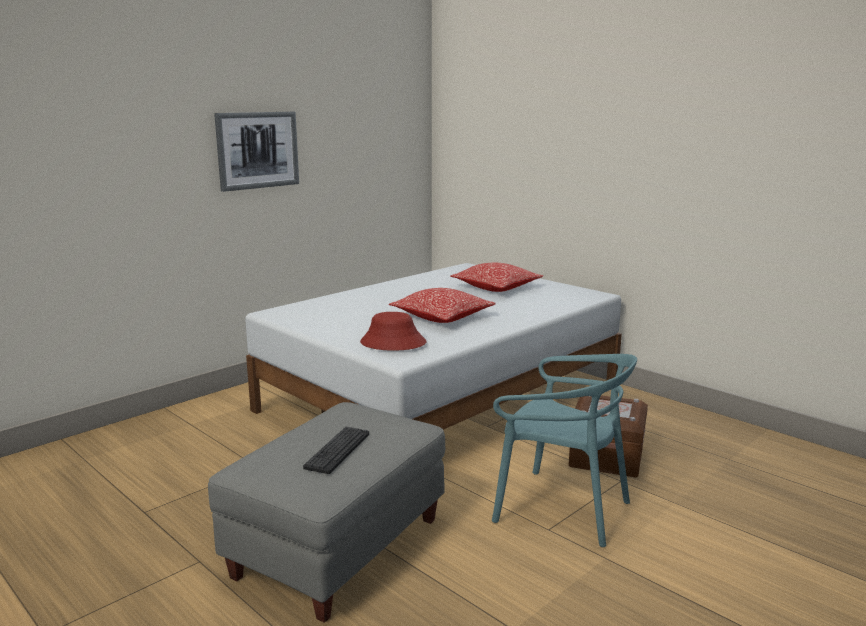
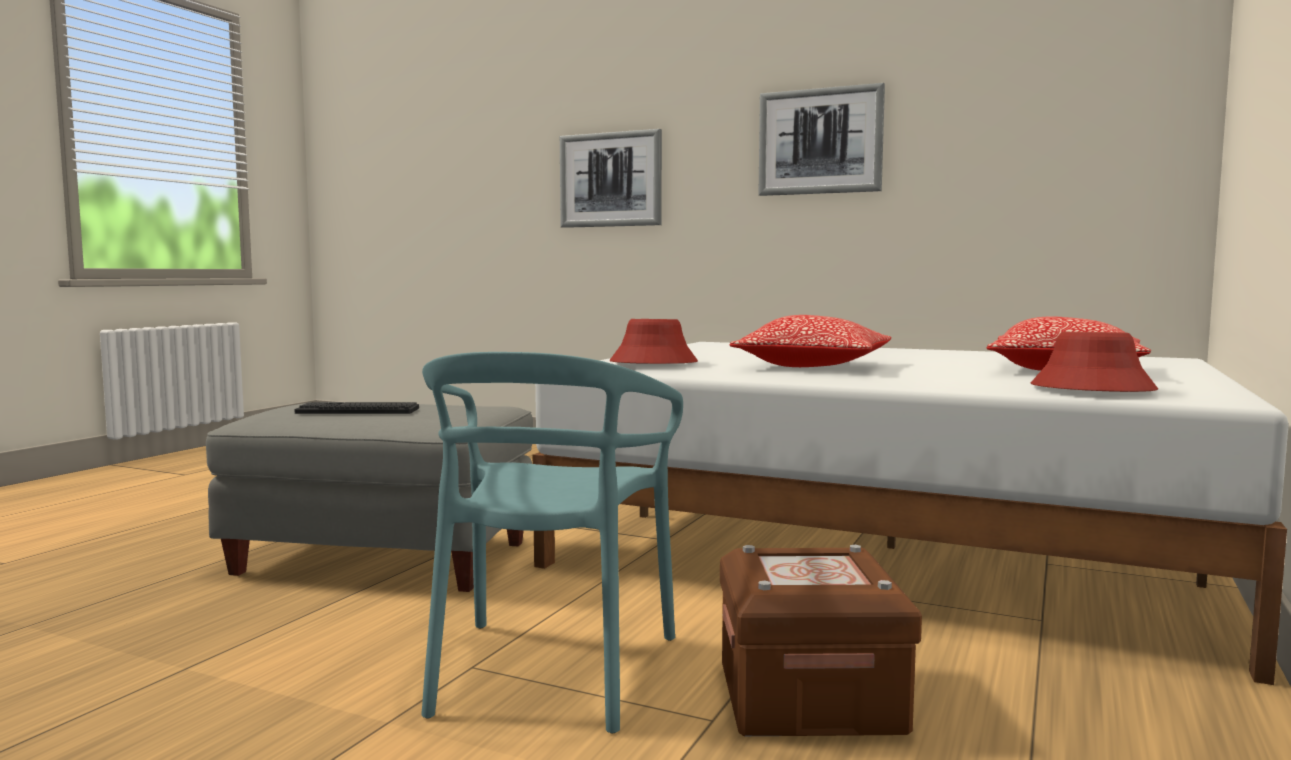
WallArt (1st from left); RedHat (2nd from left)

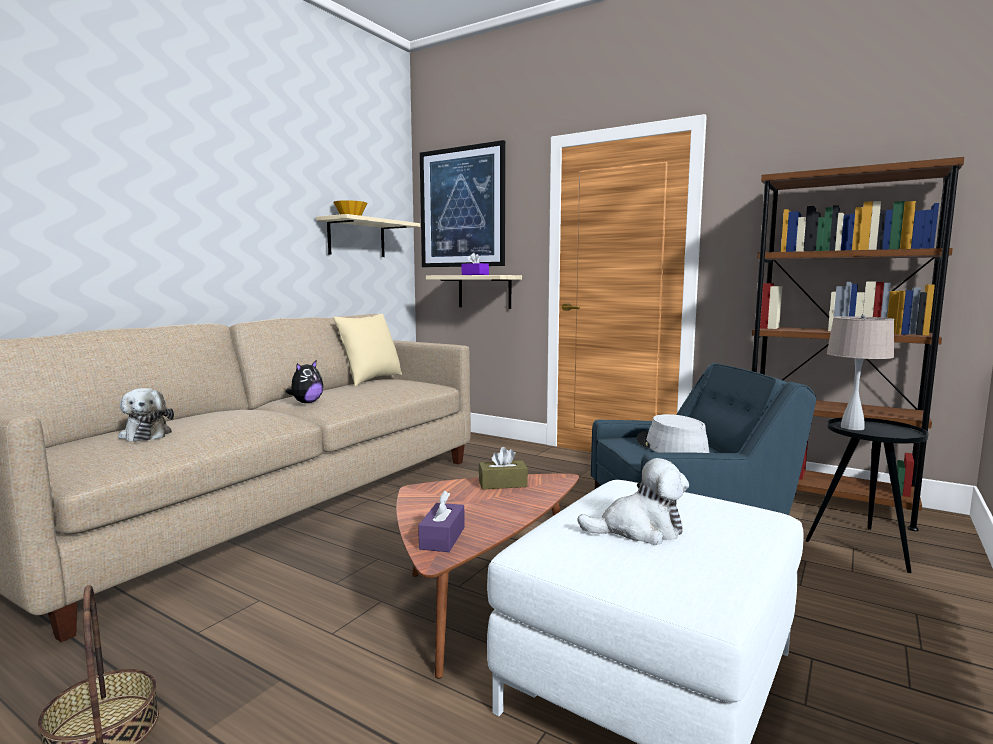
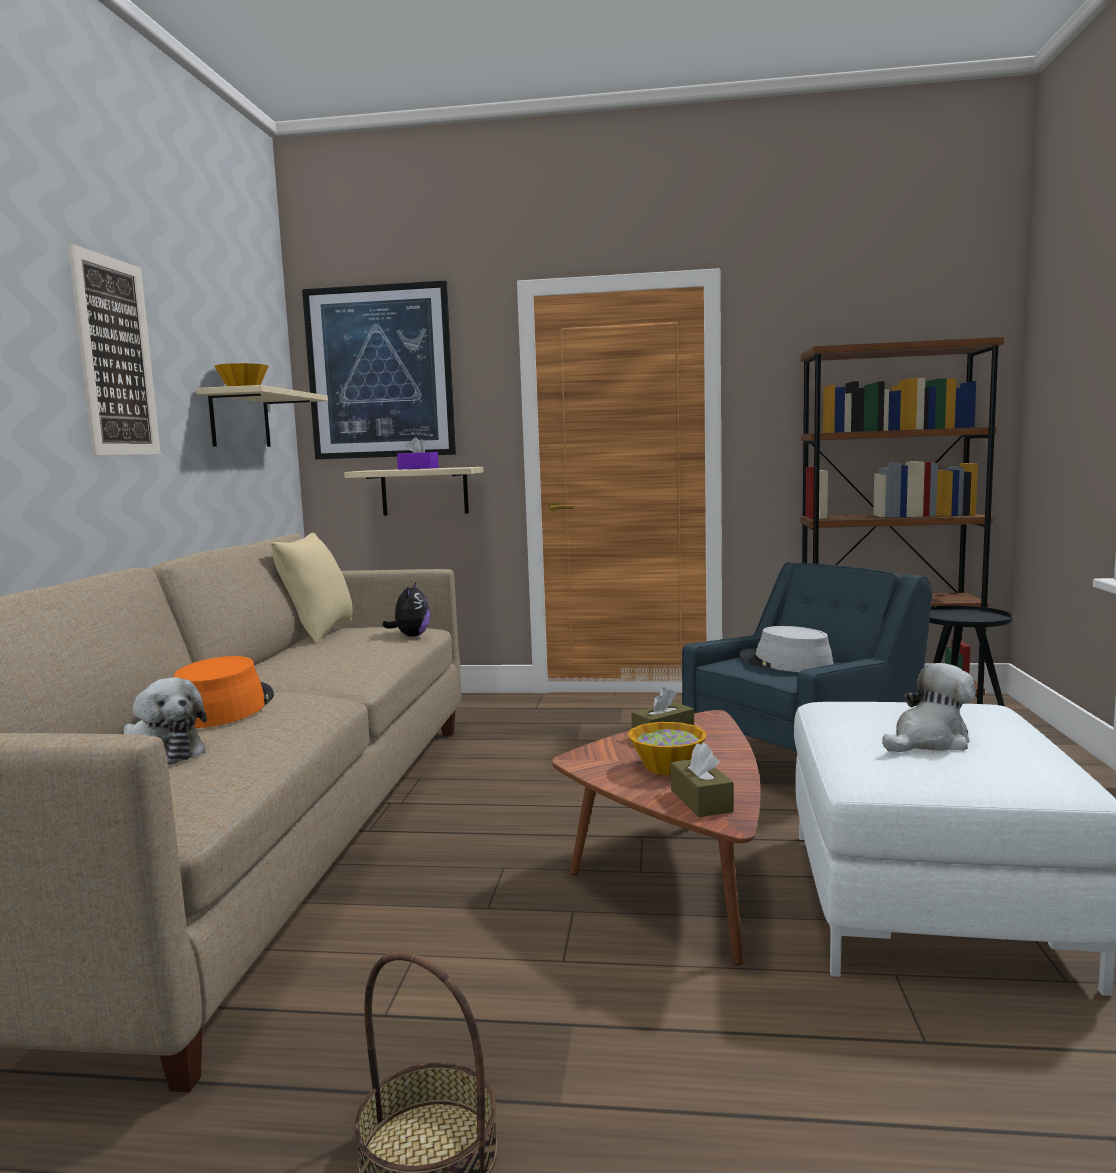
CuddlyToy (2nd from left); BrownColouredTissueHolder (2nd from left); BeigeTableLamp; WallArt (1st from left); OrangeHat; Bowl (2nd from left)

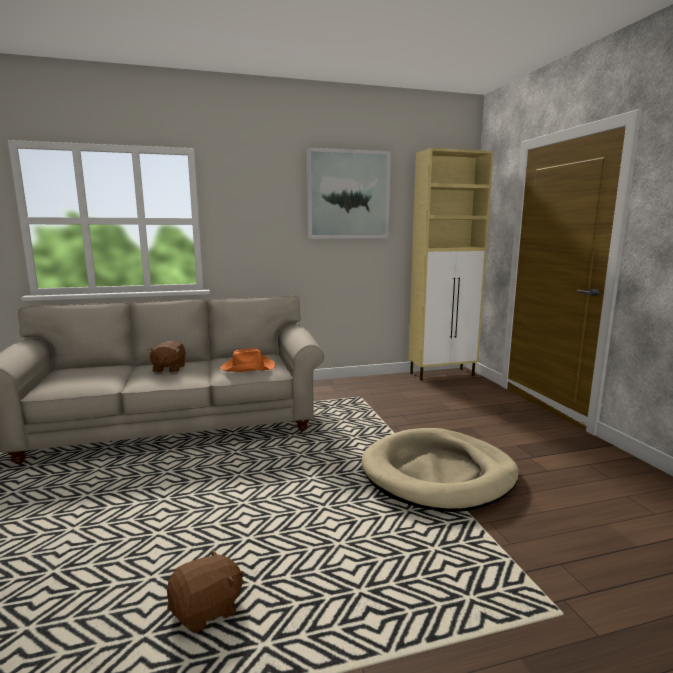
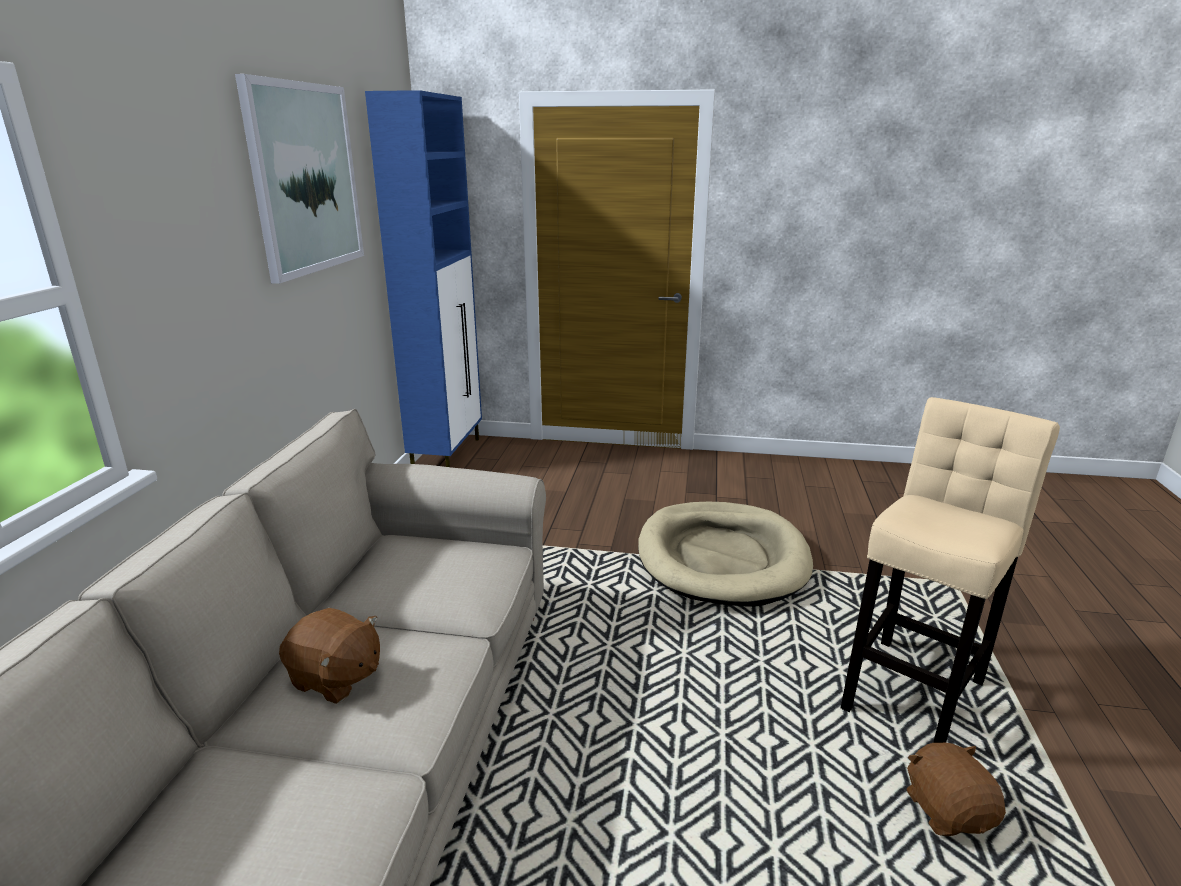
OrangeHat; BluishCupboard; BeigeStoolSeat

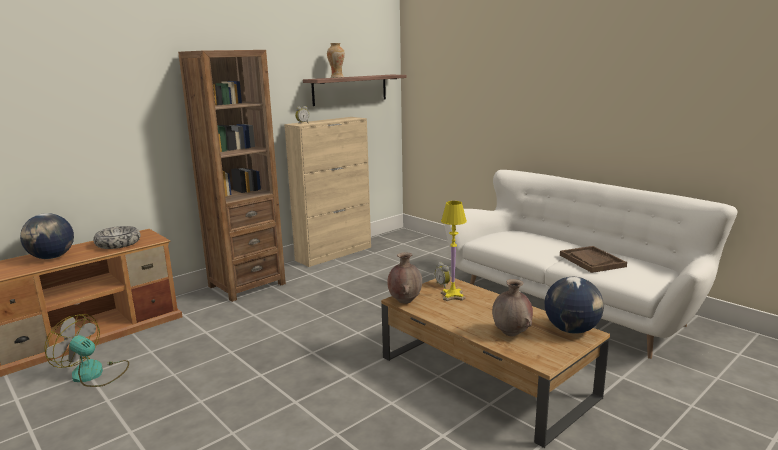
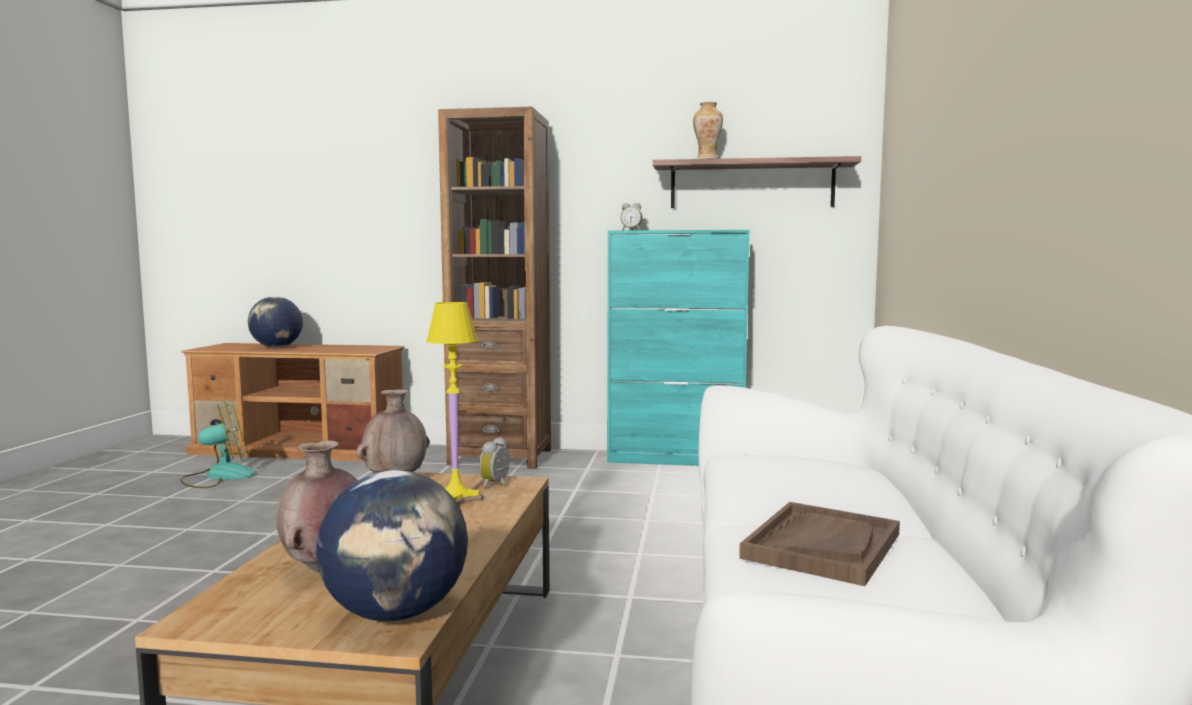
Fan; Bowl; TurquoiseColouredCupboard

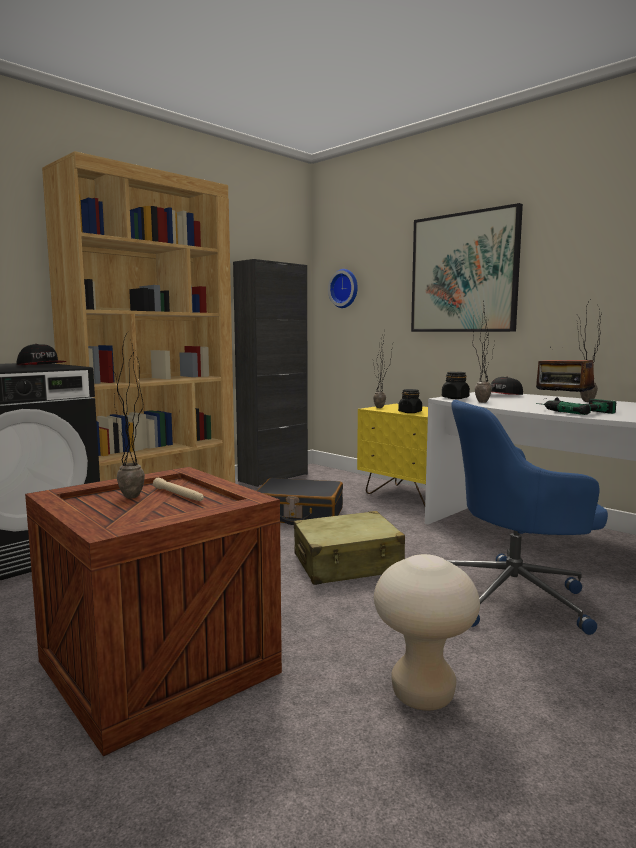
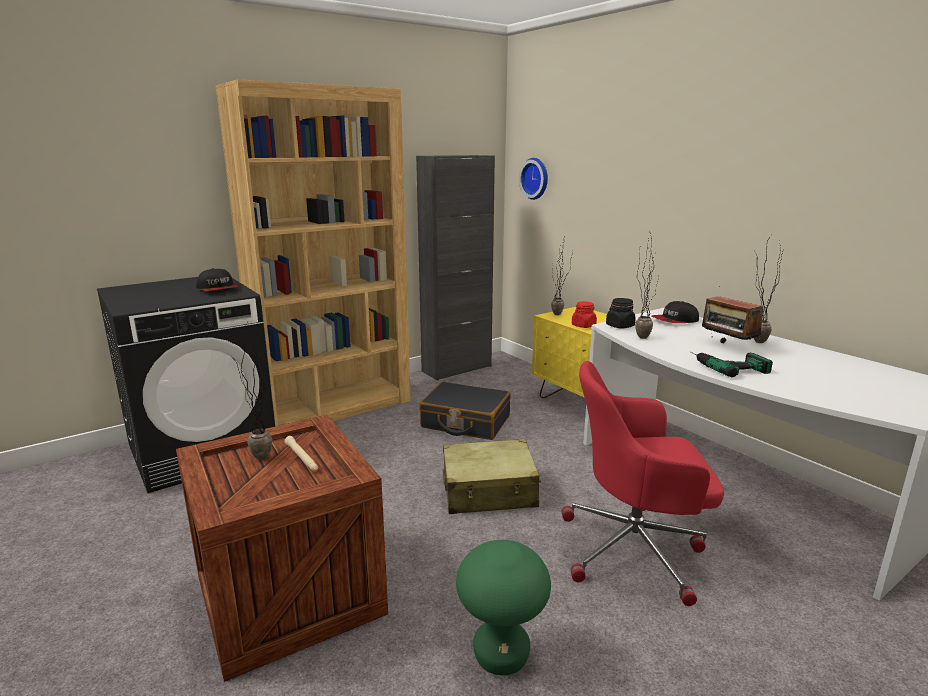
GreenishStoolSeat; RedJar; WallArt; RedComputerChair

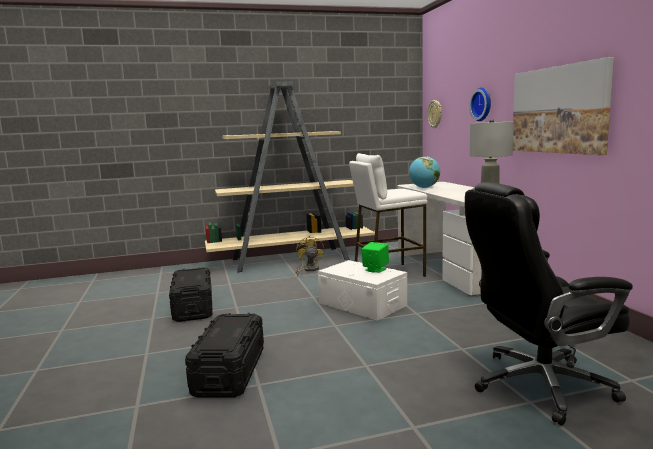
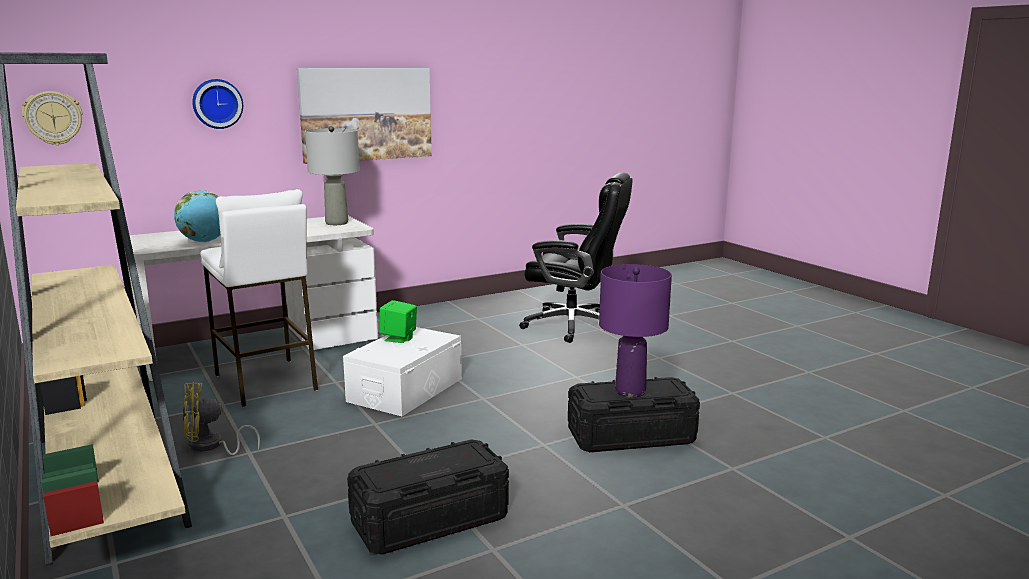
BlackColouredComputerChair; PurpleTableLamp

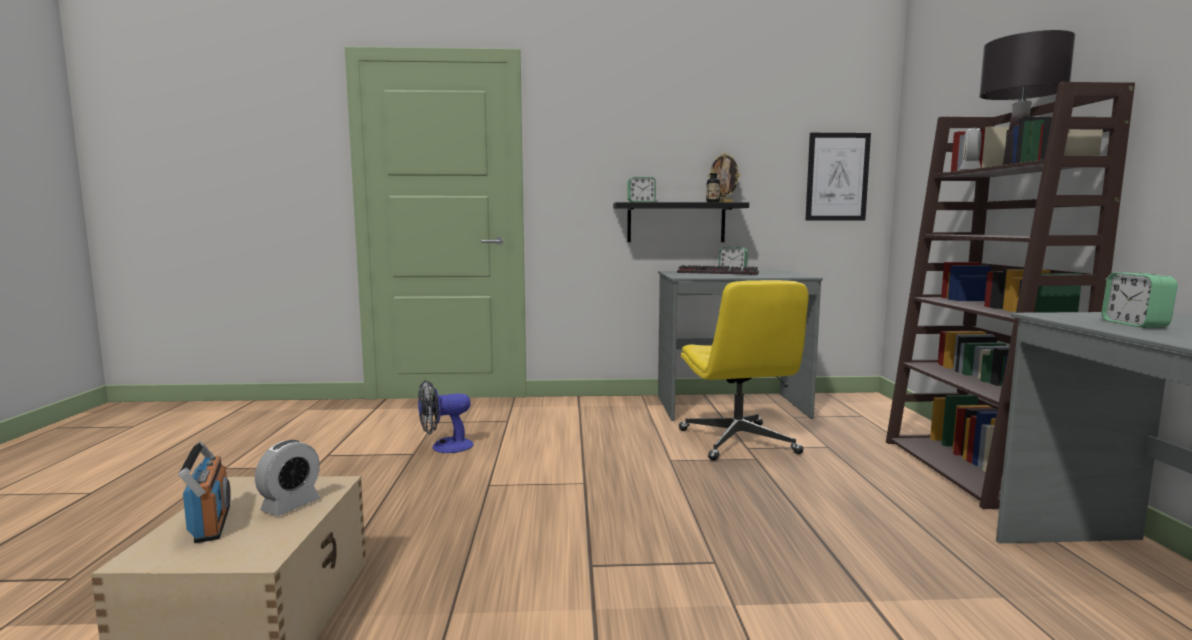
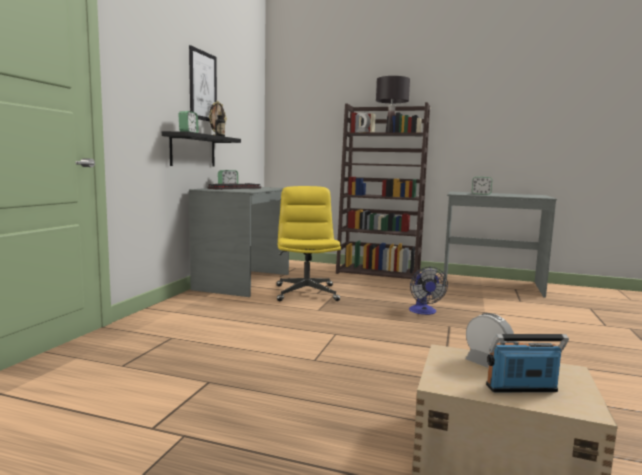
Fan; YellowComputerChair; WallArt

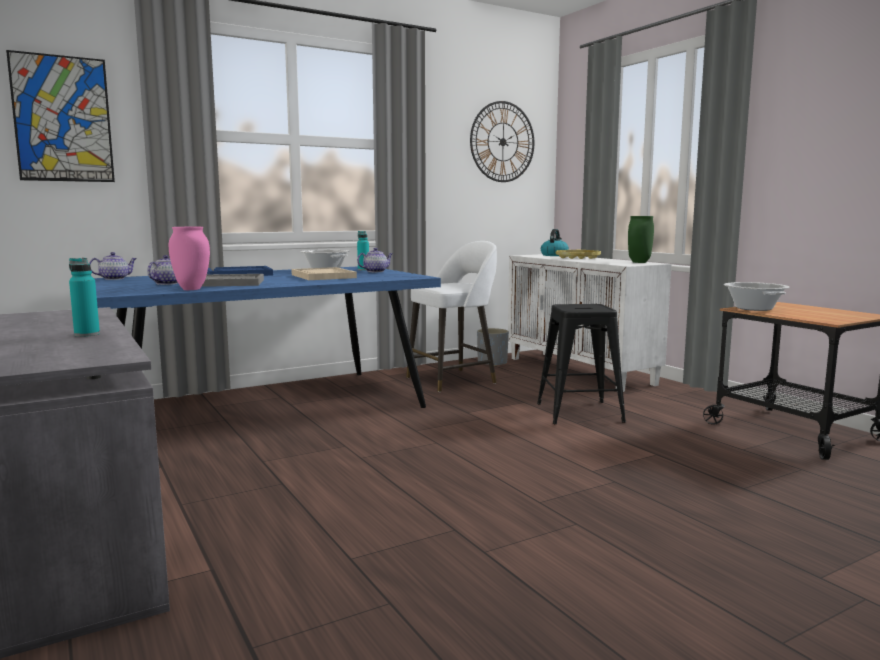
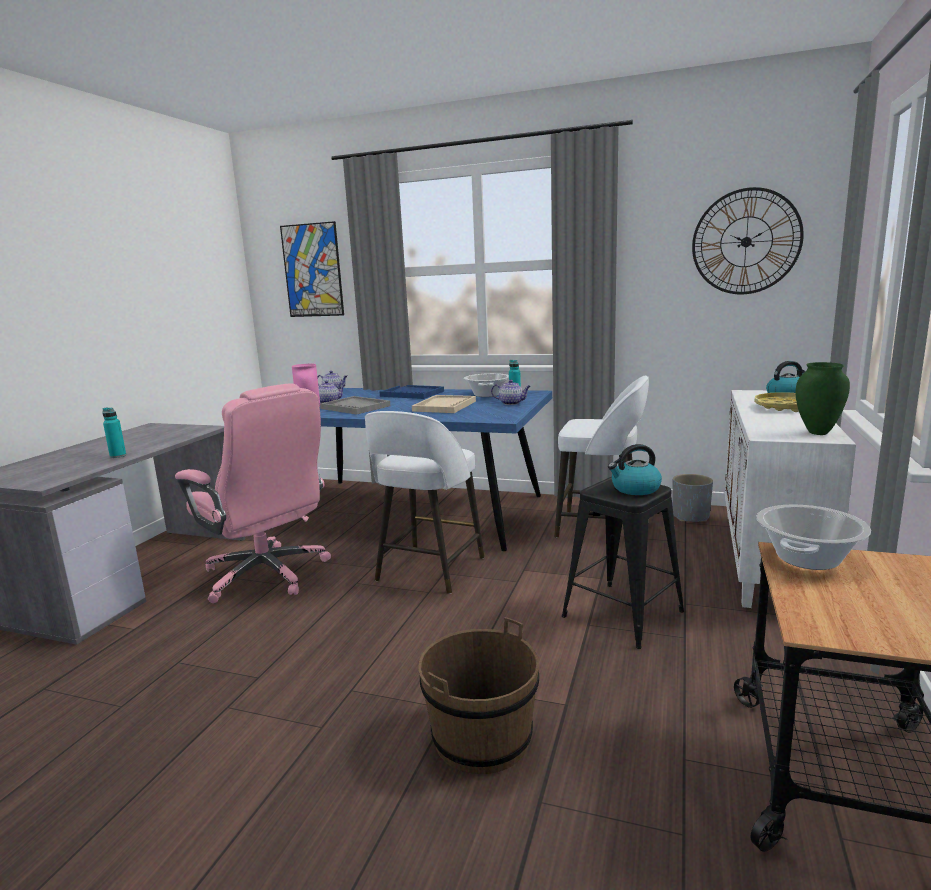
PinkColouredComputerChair; WhitishStoolSeat (1st from left); BrownColouredBucket; WaterKettle (1st from left)

